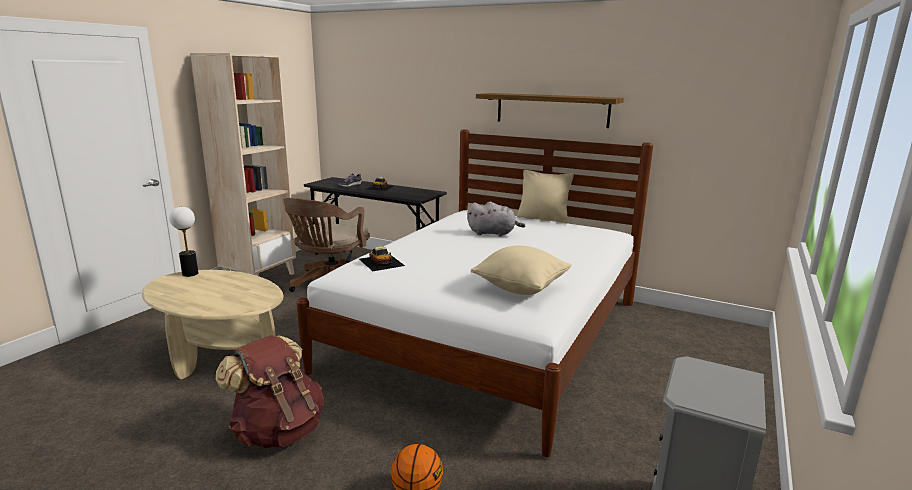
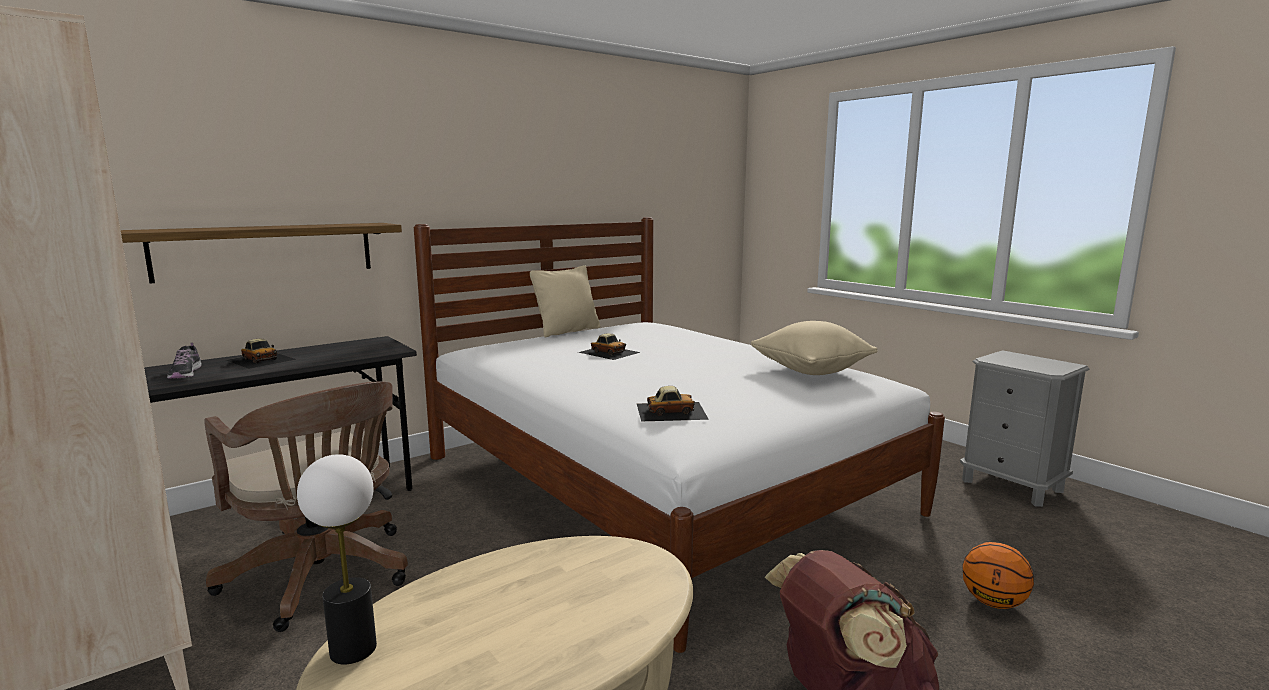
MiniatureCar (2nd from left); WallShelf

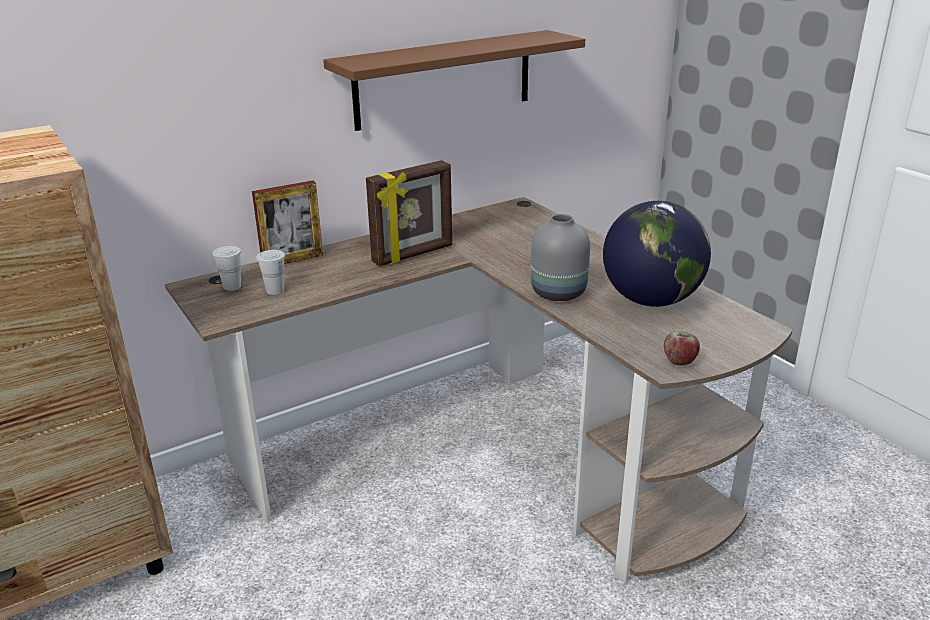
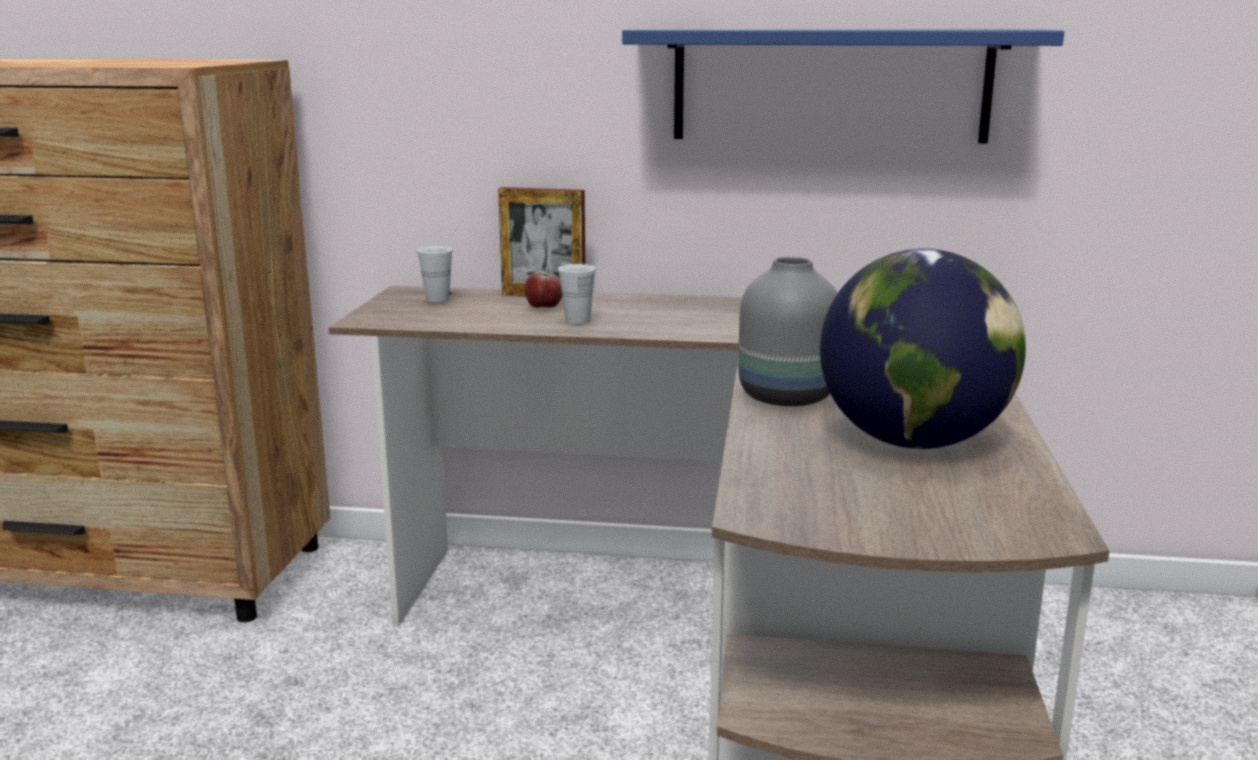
WhitishSmallCup (2nd from left); BluishWallShelf; StandingFrame (2nd from left in the first image); AppleFruit

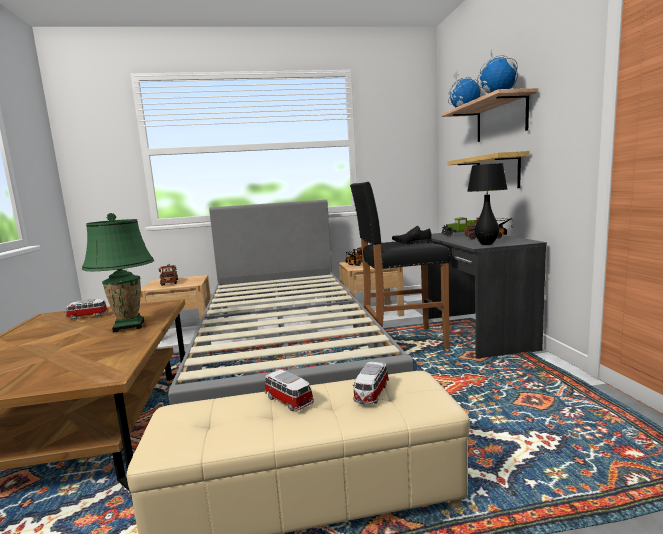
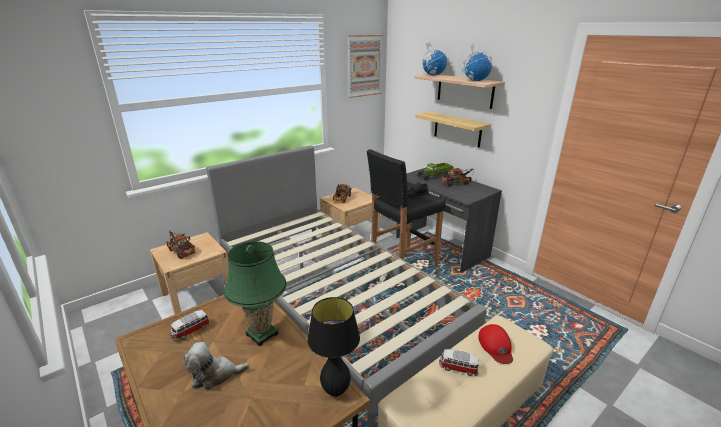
RedPeakedCap; BlackColouredTableLamp; CuddlyToy; WallArt

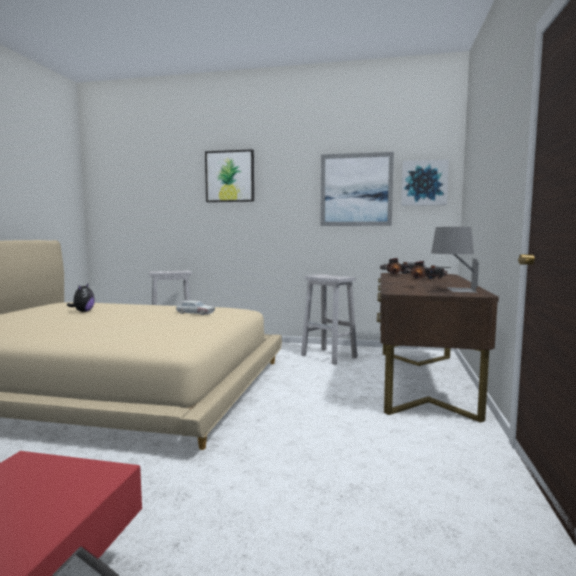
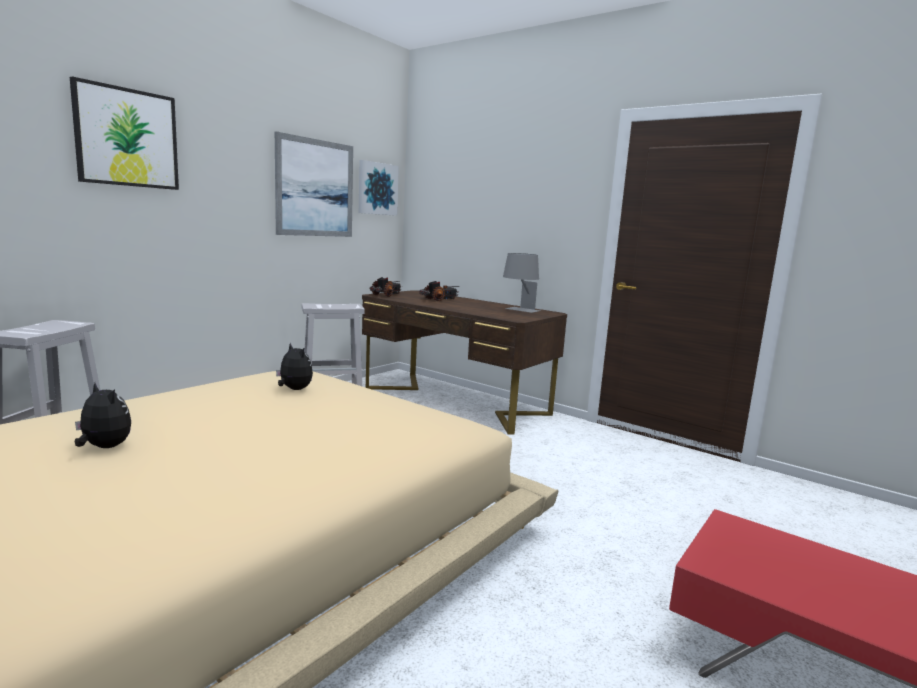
CuddlyToy (2nd from left)

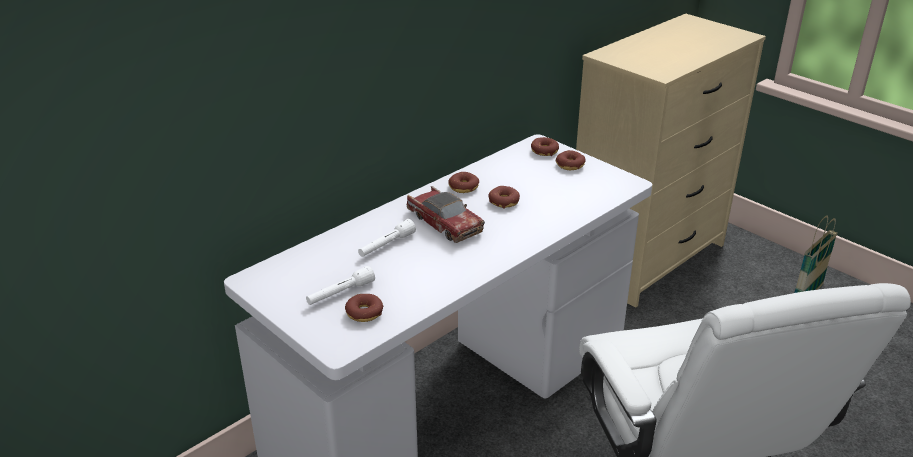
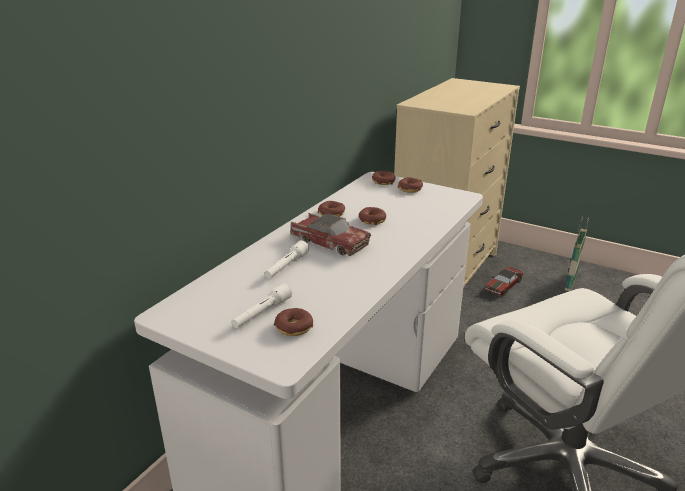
MiniatureCar (2nd from left)

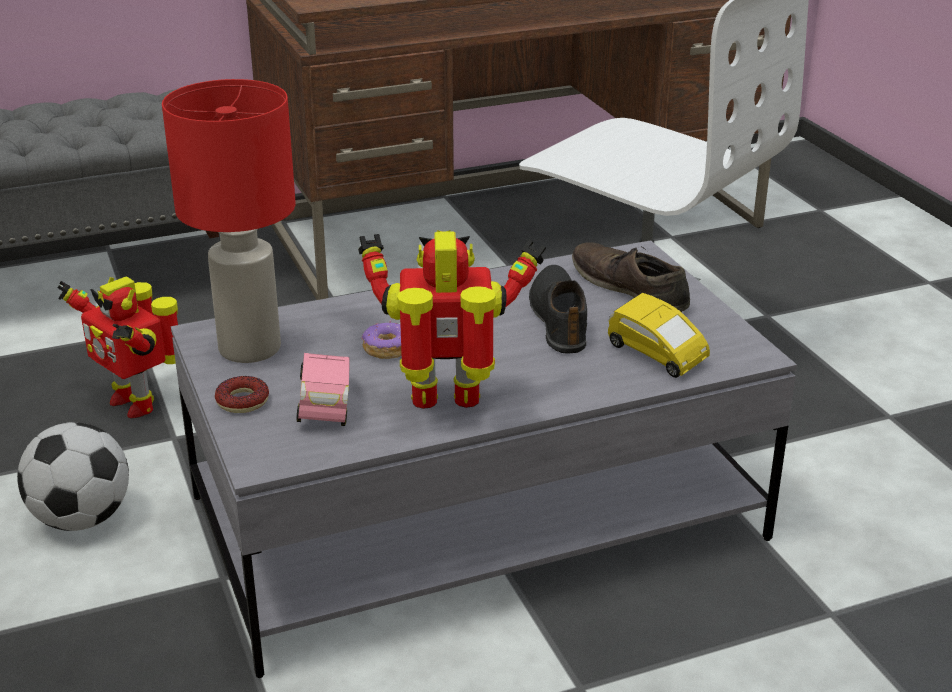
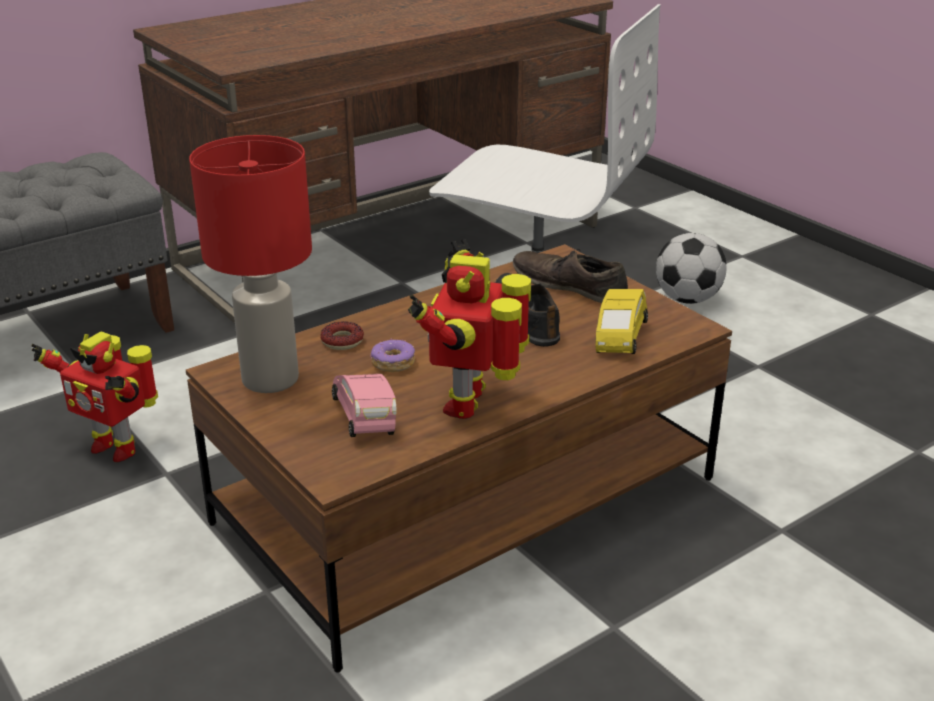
Football; BrownColouredCoffeeTable; Doughnut (1st from left); ToyRobot (2nd from left); YellowMiniatureCar

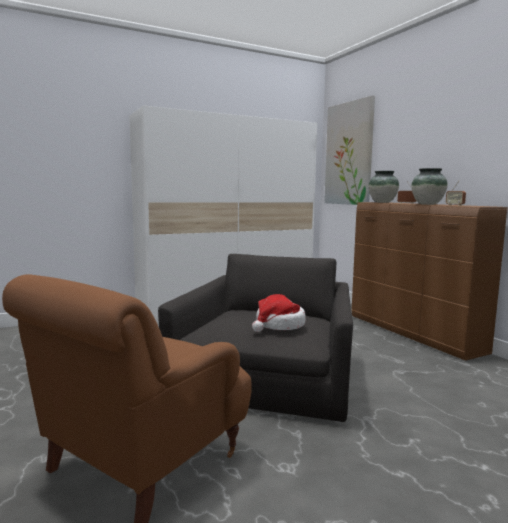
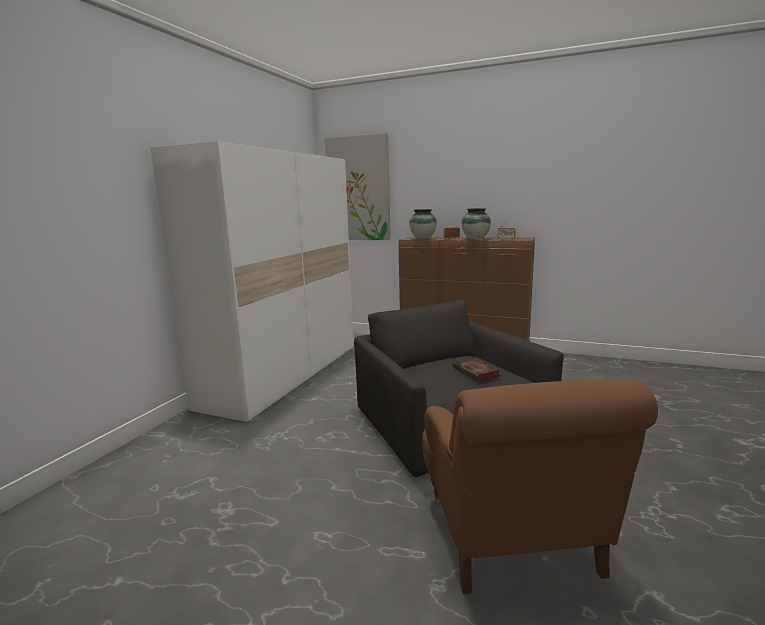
Volume

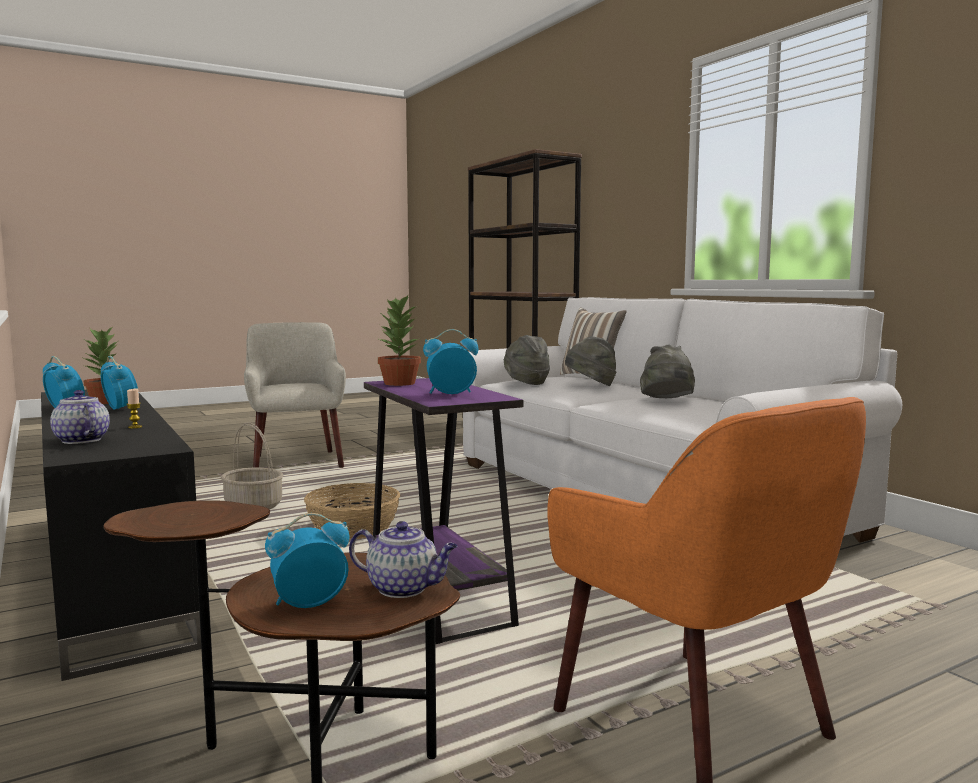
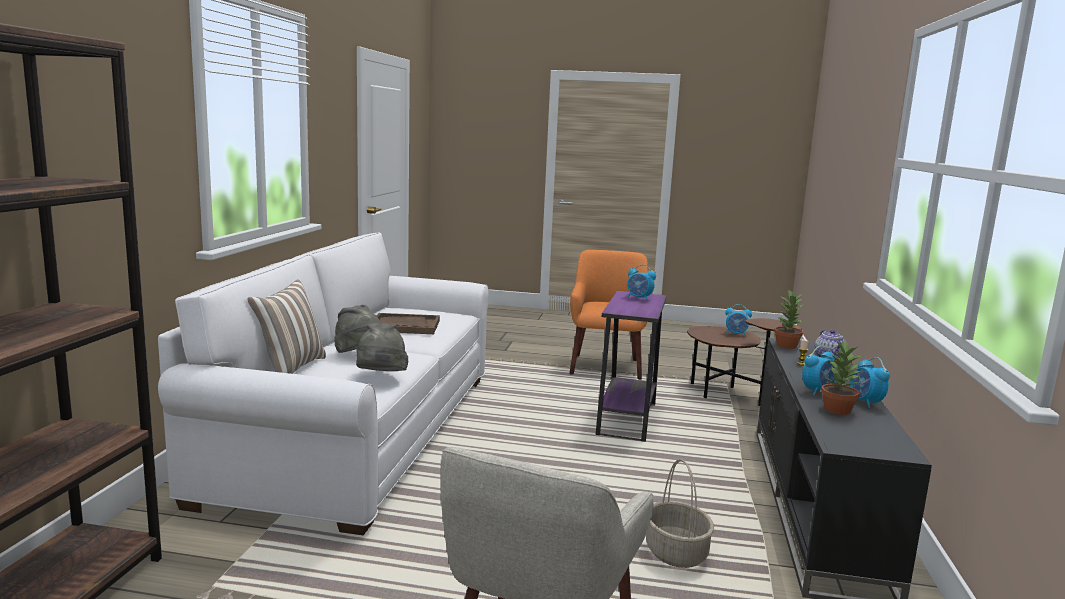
TableClock (3rd from left); Basket (2nd from left in the first image); Teapot (2nd from left in the first image); Houseplant (1st from left); BrownColouredTray

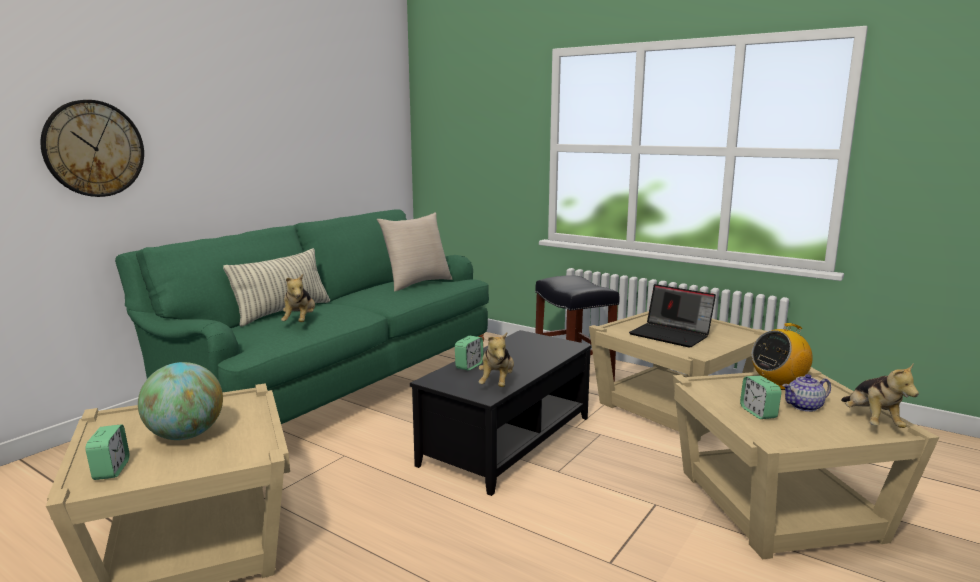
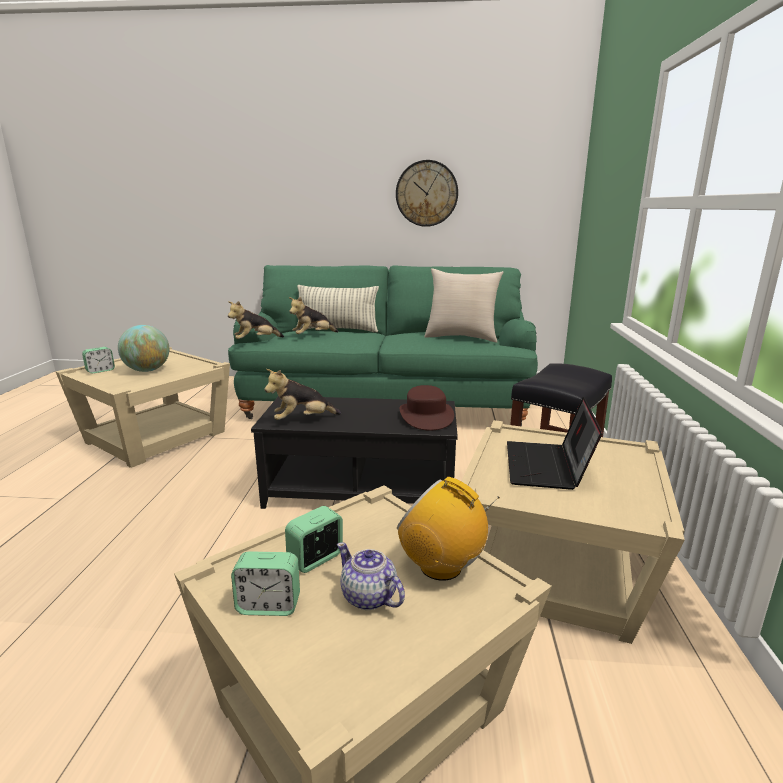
WallClock; TableClock (2nd from left); CuddlyToy (1st from left); BrownColouredHat

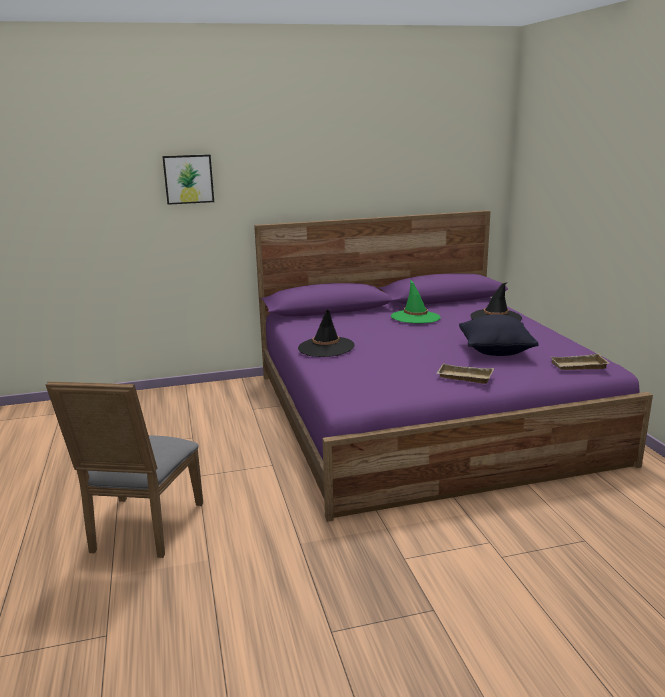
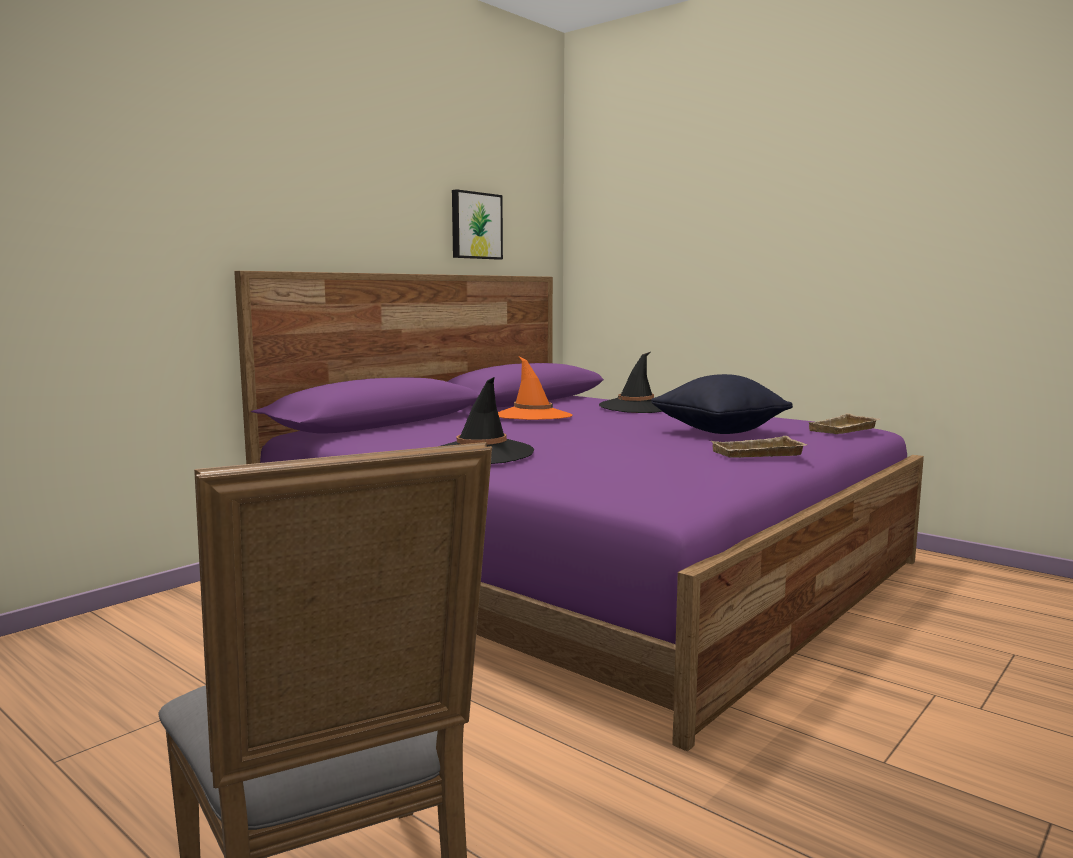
WallArt; OrangeHat

